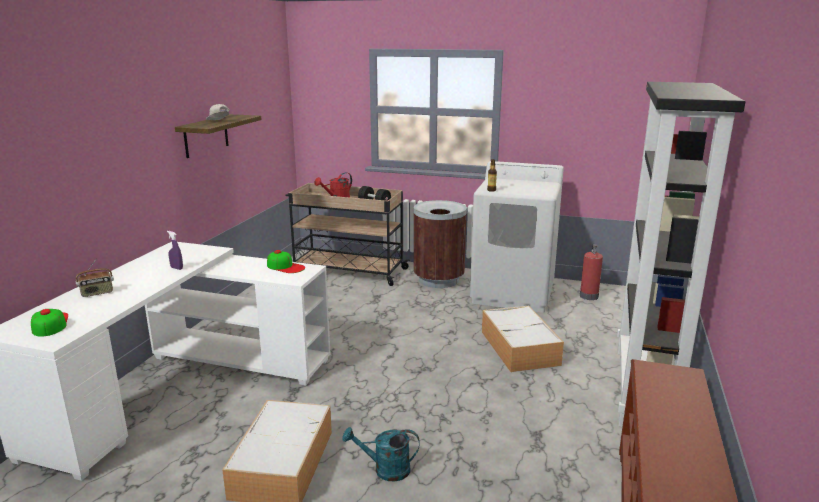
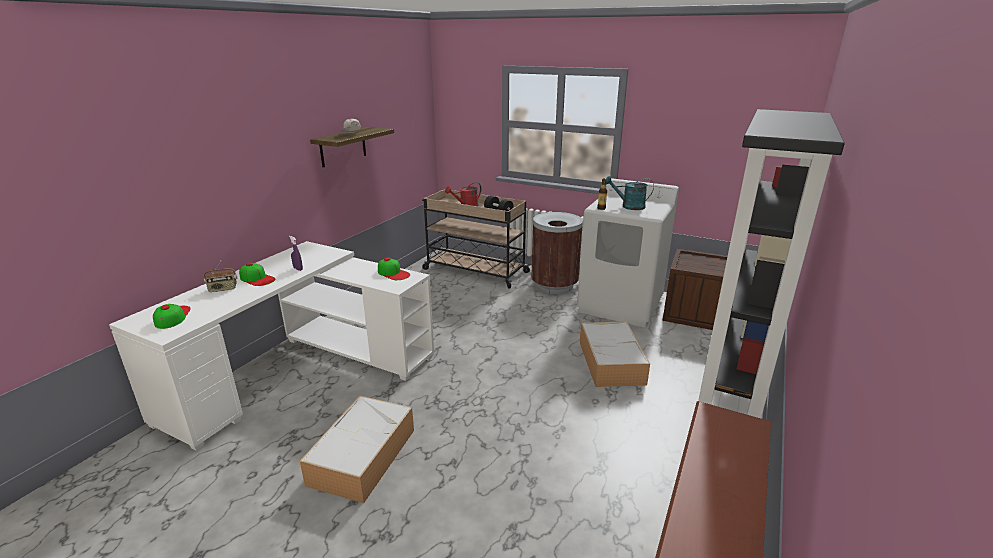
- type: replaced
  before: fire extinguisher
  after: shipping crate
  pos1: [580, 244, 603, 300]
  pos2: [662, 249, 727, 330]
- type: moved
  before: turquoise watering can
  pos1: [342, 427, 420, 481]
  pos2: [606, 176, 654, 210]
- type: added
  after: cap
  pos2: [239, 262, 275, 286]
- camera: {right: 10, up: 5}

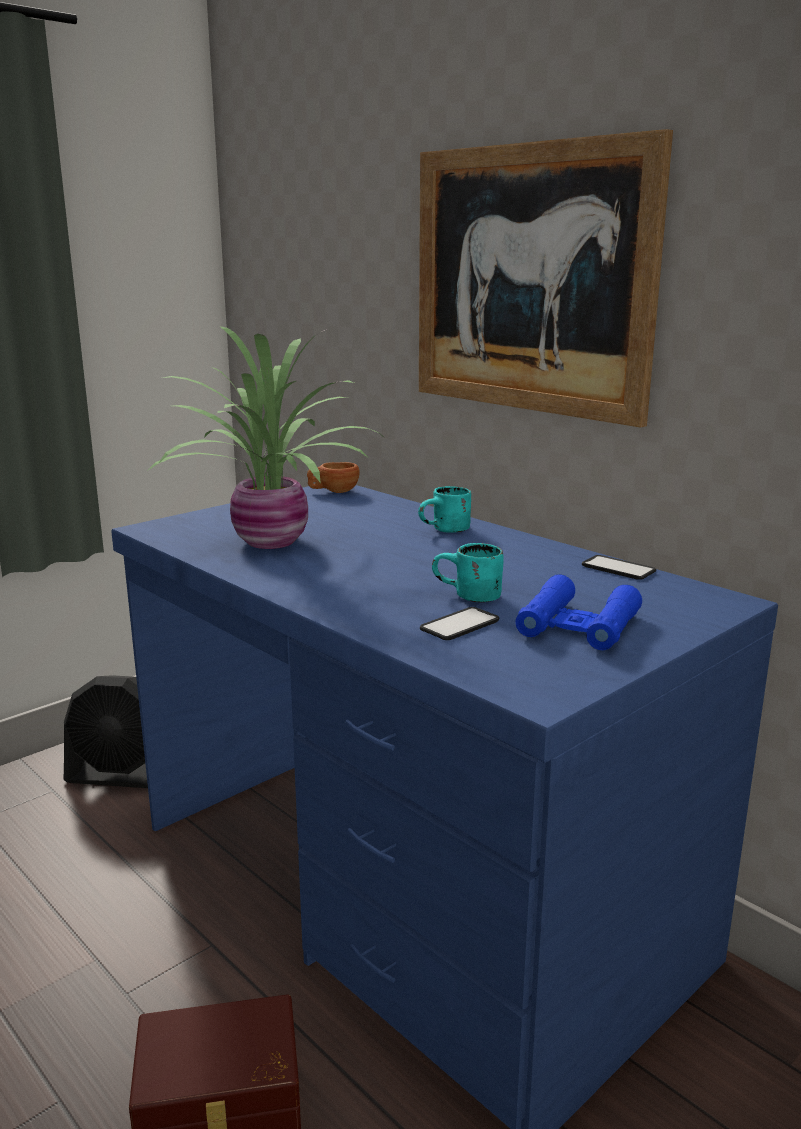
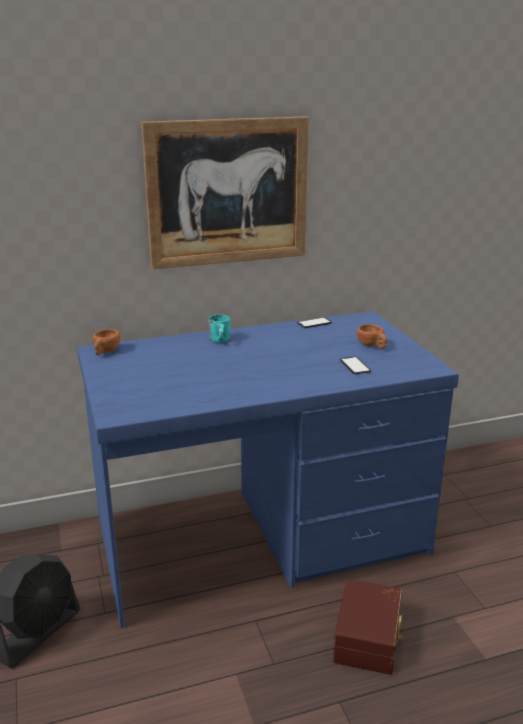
- type: removed
  before: potted plant
  pos1: [147, 326, 387, 549]
- type: removed
  before: turquoise mug
  pos1: [432, 543, 504, 602]
- type: replaced
  before: bluish field glasses
  after: brownish small cup
  pos1: [515, 574, 642, 650]
  pos2: [357, 324, 387, 349]
- camera: {right: -65, up: 5}

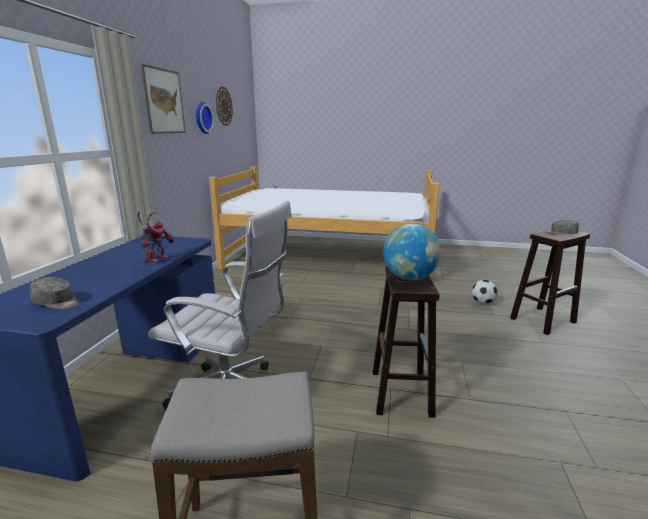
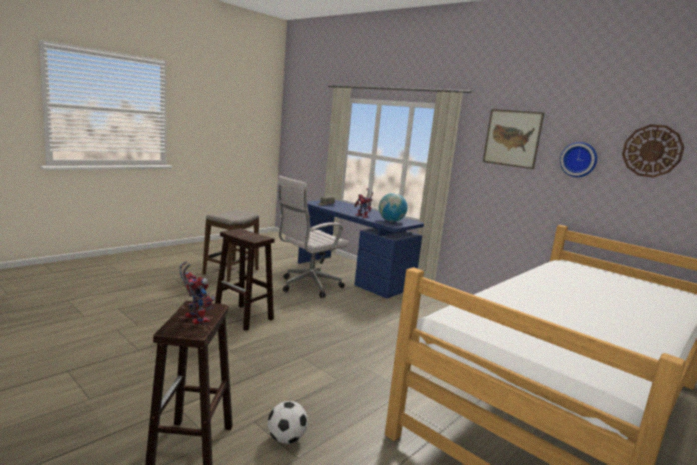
- type: replaced
  before: grey cap
  after: robot figure
  pos1: [545, 220, 579, 234]
  pos2: [179, 261, 215, 325]
- type: moved
  before: world globe
  pos1: [383, 224, 441, 280]
  pos2: [379, 193, 408, 222]
- camera: {right: 120, up: -5}

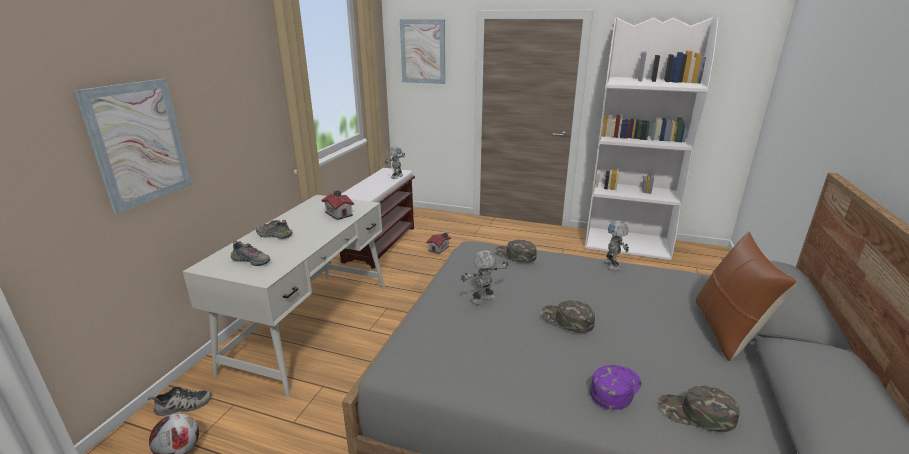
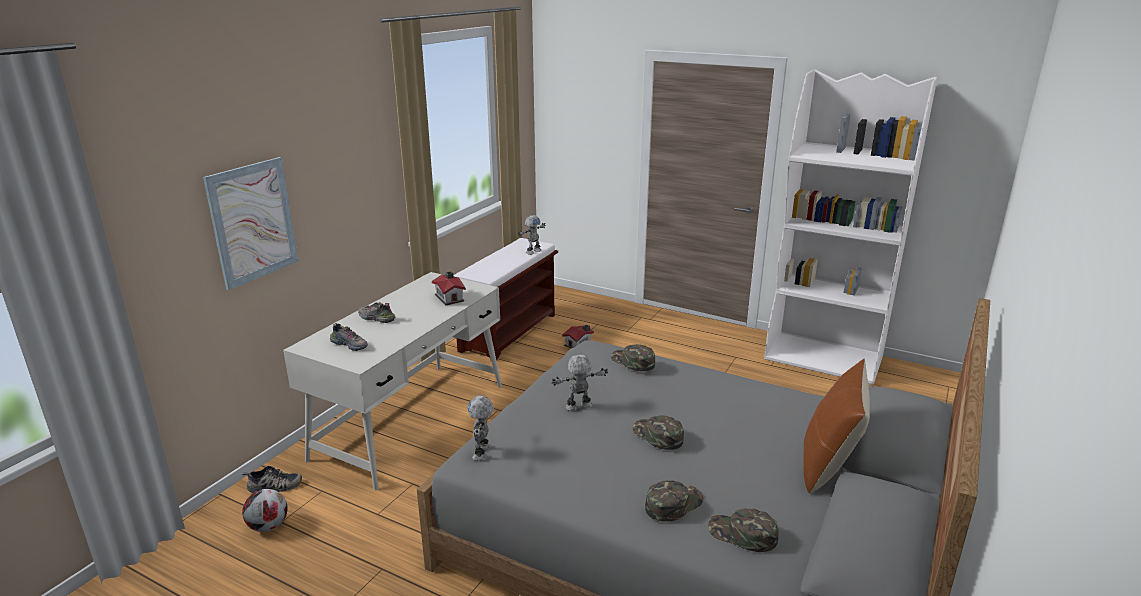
- type: removed
  before: picture
  pos1: [400, 19, 445, 84]
- type: moved
  before: robot figure
  pos1: [604, 221, 629, 270]
  pos2: [467, 396, 494, 461]
- type: recoloured
  before: purplish cap
  after: green cap
  pos1: [590, 365, 642, 410]
  pos2: [645, 480, 703, 522]
- camera: {right: 10, up: 0}

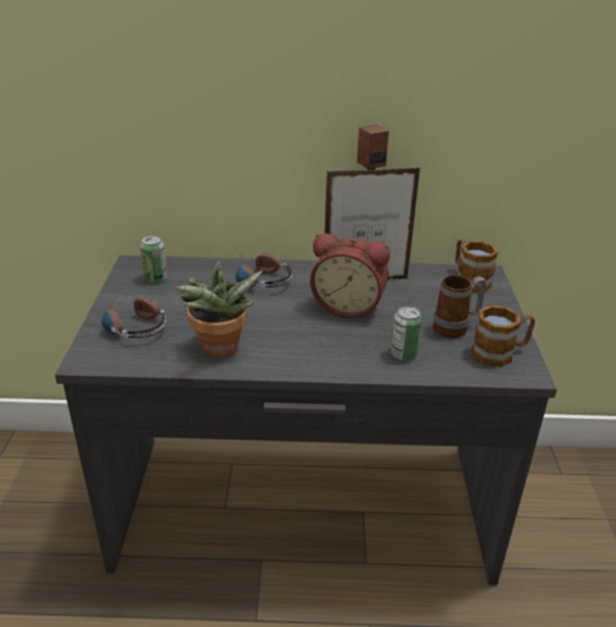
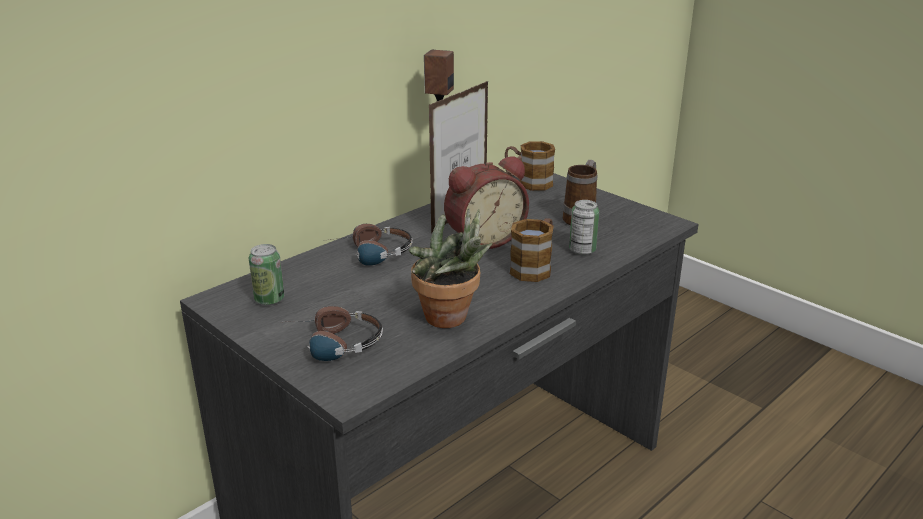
- type: moved
  before: mug
  pos1: [472, 305, 535, 367]
  pos2: [510, 218, 554, 282]
- camera: {right: -45, up: -5}

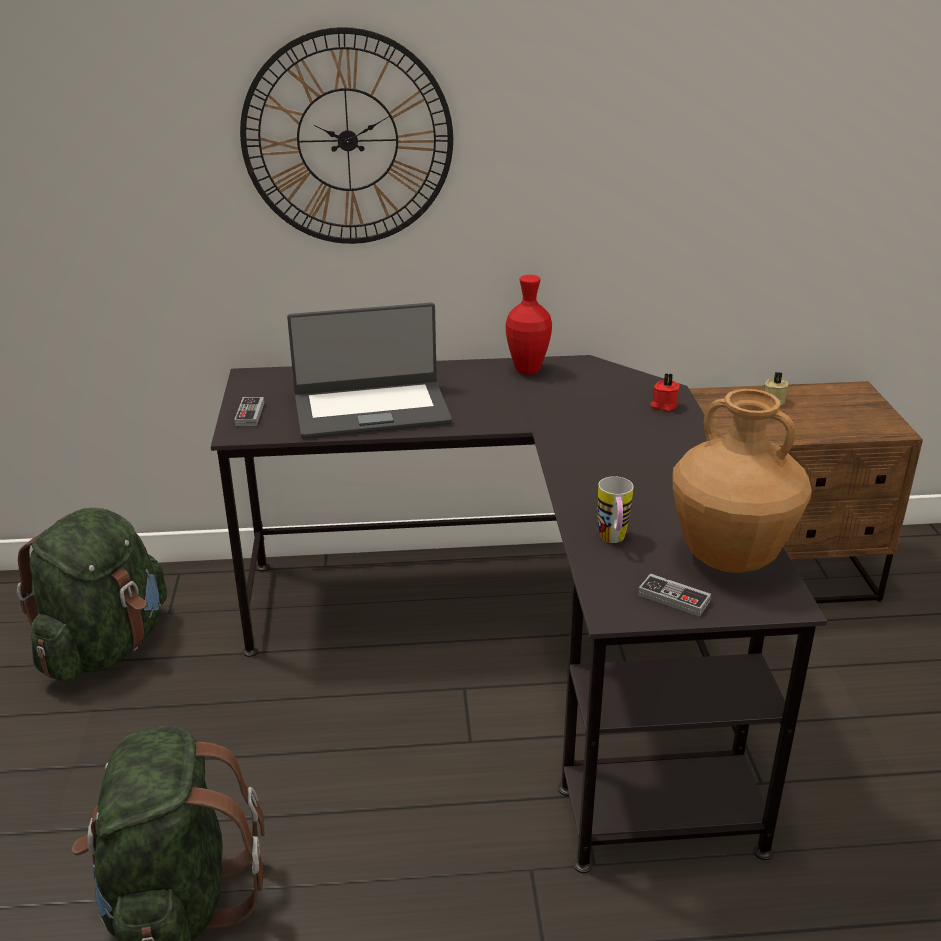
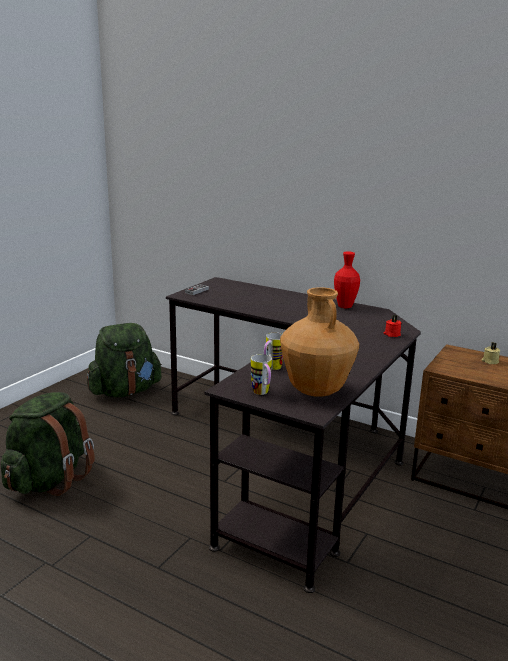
- type: removed
  before: hanging clock
  pos1: [240, 27, 453, 244]
- type: removed
  before: laptop
  pos1: [287, 303, 452, 438]
- type: replaced
  before: gamepad
  after: mug
  pos1: [638, 573, 711, 617]
  pos2: [251, 354, 272, 395]
- camera: {right: 35, up: -10}

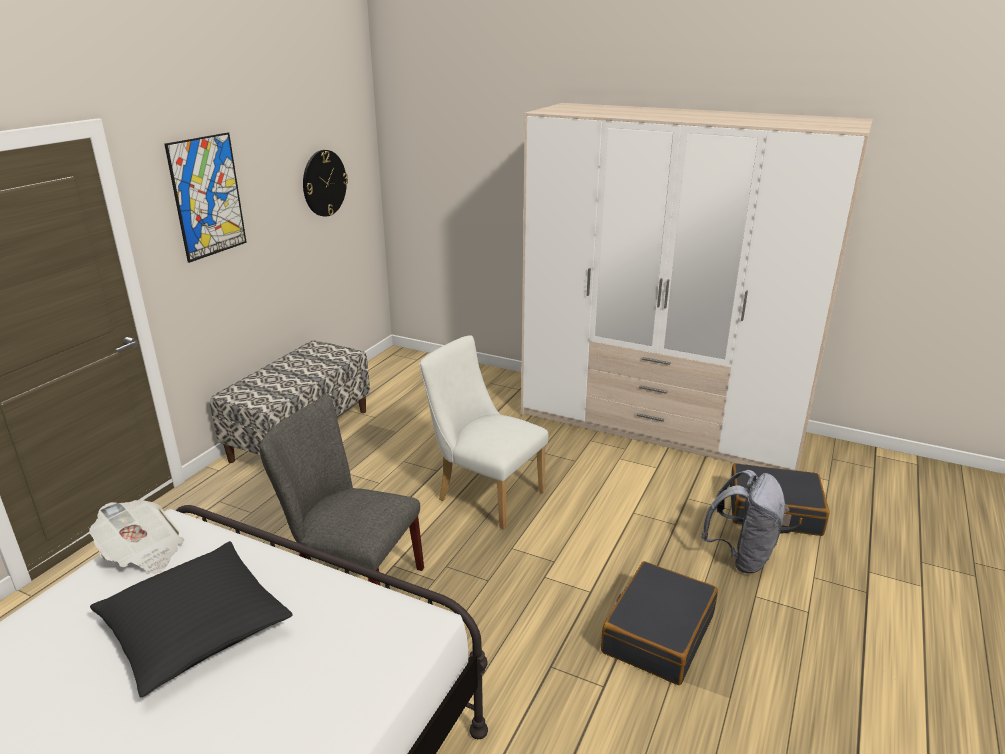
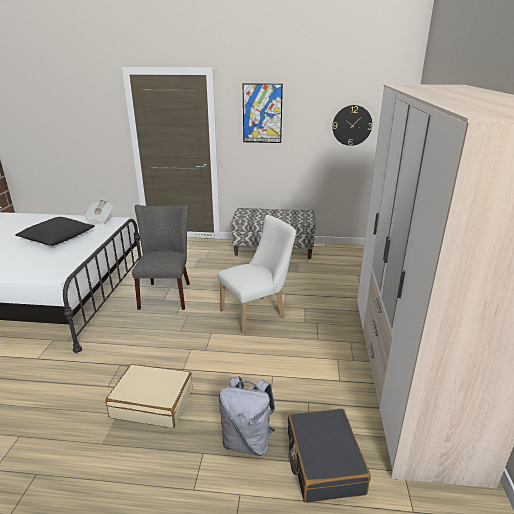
- type: turned
  before: white-coloured upright chair
  pos1: [419, 335, 548, 529]
  pos2: [218, 215, 296, 333]
  turn: 45
- type: recoloured
  before: black-coloured piece of luggage
  after: beige piece of luggage
  pos1: [601, 561, 718, 685]
  pos2: [105, 364, 192, 428]
- camera: {right: 70, up: 0}

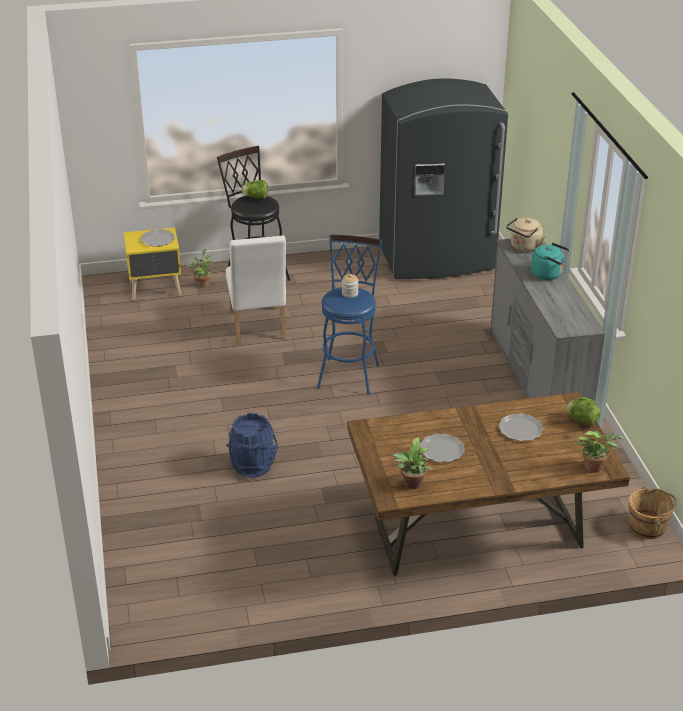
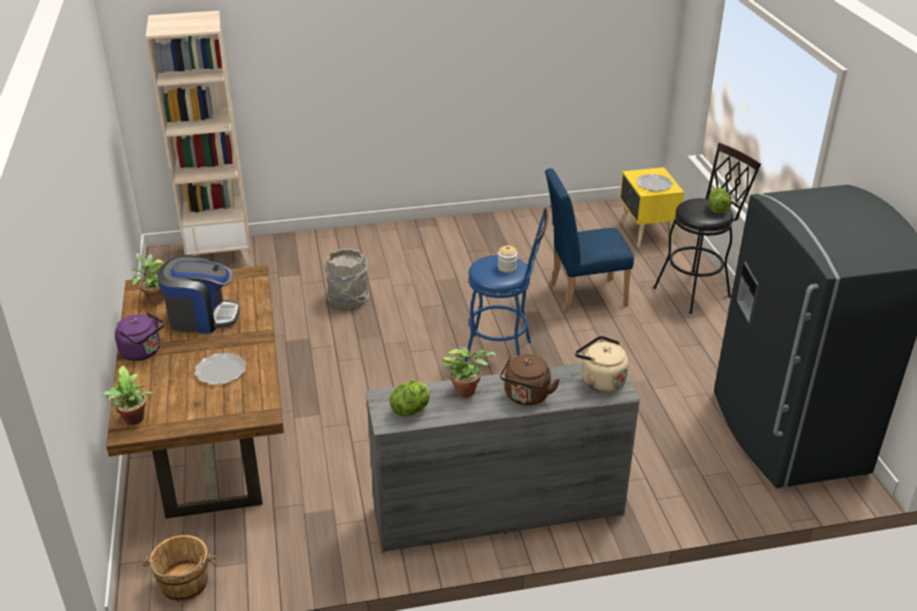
- type: recoloured
  before: white-coloured upright chair
  after: bluish upright chair
  pos1: [226, 235, 286, 345]
  pos2: [545, 168, 634, 313]
- type: recoloured
  before: turquoise kettle
  after: brownish kettle
  pos1: [531, 243, 569, 280]
  pos2: [500, 354, 560, 406]
- type: moved
  before: potted plant
  pos1: [186, 249, 213, 288]
  pos2: [441, 348, 497, 398]
- type: moved
  before: head of lettuce
  pos1: [566, 397, 600, 426]
  pos2: [389, 381, 430, 417]
- type: recoloured
  before: bluish pail
  after: grey pail
  pos1: [226, 412, 278, 478]
  pos2: [323, 249, 369, 309]
- type: replaced
  before: flat dish
  after: coffee machine
  pos1: [420, 434, 465, 462]
  pos2: [157, 255, 240, 333]
- type: added
  after: beige bookshelf
  pos2: [146, 11, 250, 265]
- type: added
  after: purplish kettle
  pos2: [115, 312, 165, 361]
- camera: {right: 90, up: 0}

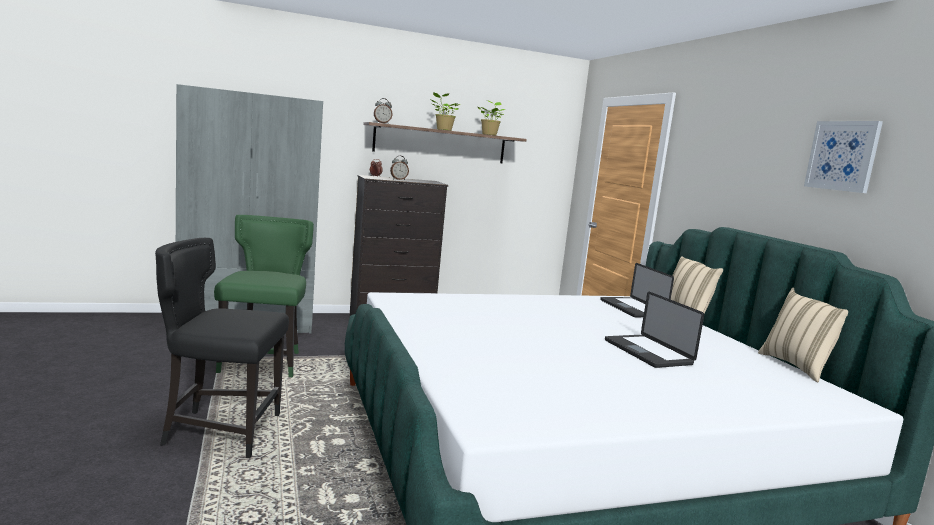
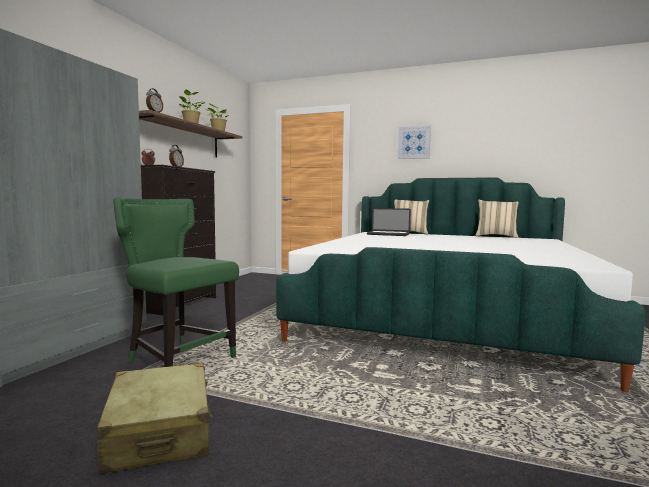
- type: moved
  before: picture
  pos1: [804, 121, 883, 193]
  pos2: [398, 126, 431, 159]
- type: removed
  before: black-coloured upright chair
  pos1: [155, 238, 289, 458]
- type: removed
  before: laptop
  pos1: [605, 292, 704, 368]
- type: added
  after: beige piece of luggage
  pos2: [97, 363, 212, 474]
- camera: {right: -50, up: -5}

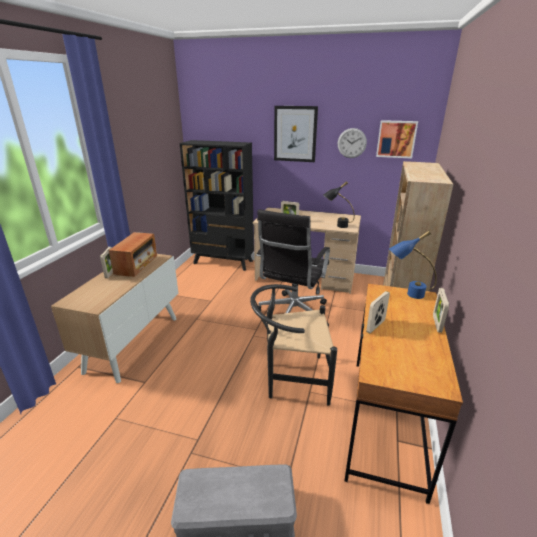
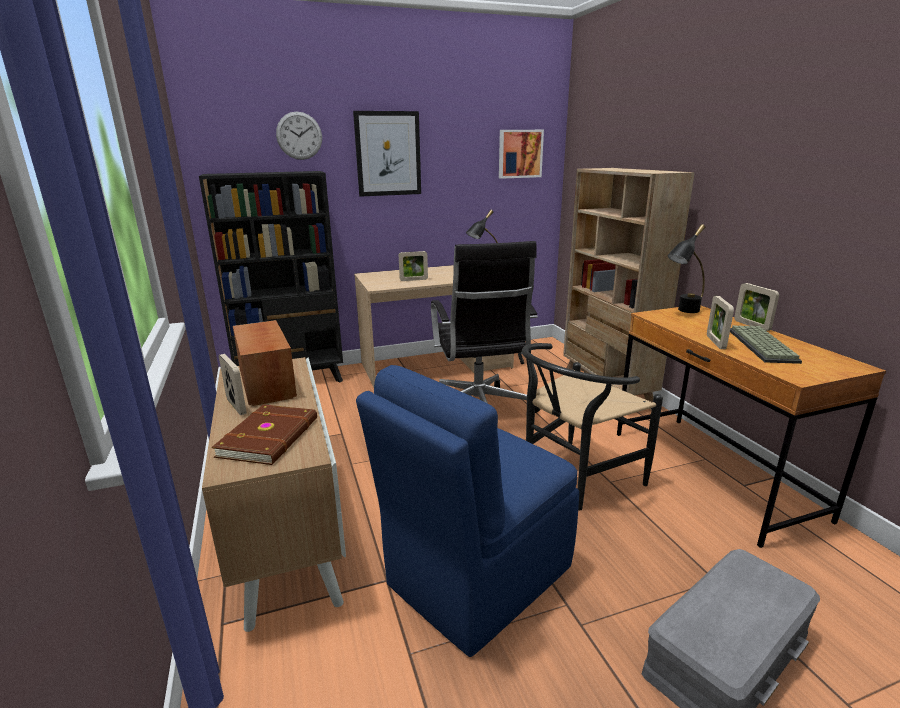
- type: moved
  before: hanging clock
  pos1: [338, 128, 367, 158]
  pos2: [276, 112, 322, 160]
- type: recoloured
  before: bluish lamp for a table
  after: black-coloured lamp for a table
  pos1: [389, 231, 437, 299]
  pos2: [667, 224, 705, 313]
- type: added
  after: PC keyboard
  pos2: [730, 325, 802, 364]
- type: added
  after: bluish upright chair
  pos2: [356, 365, 579, 657]
- type: added
  after: brownish bound book
  pos2: [212, 404, 317, 465]
- camera: {right: -35, up: -5}

